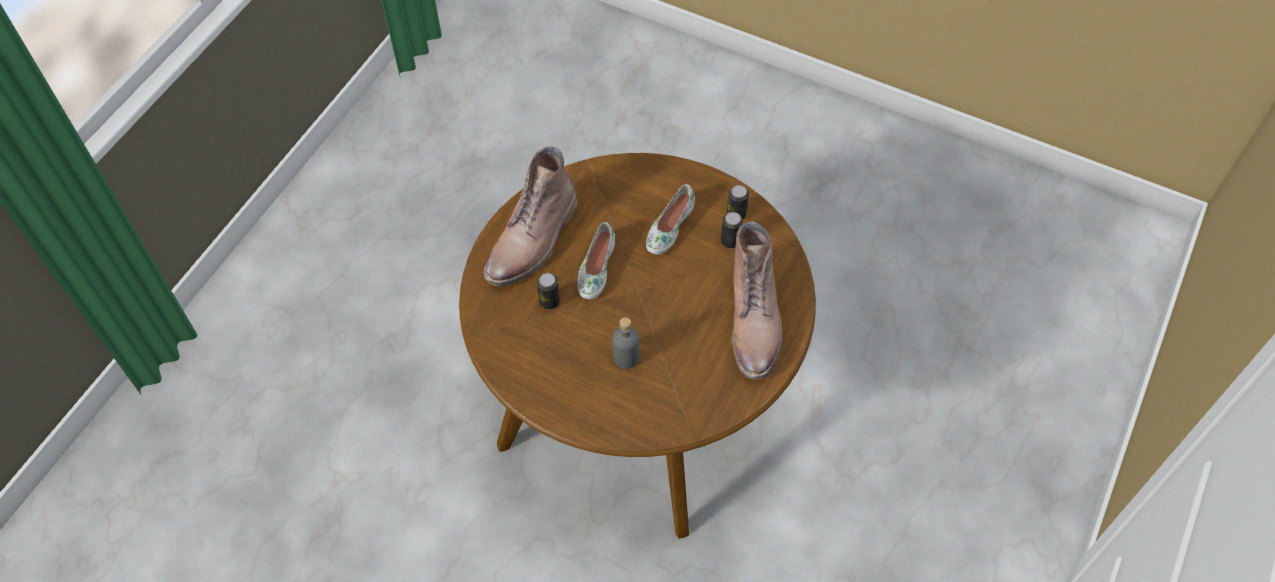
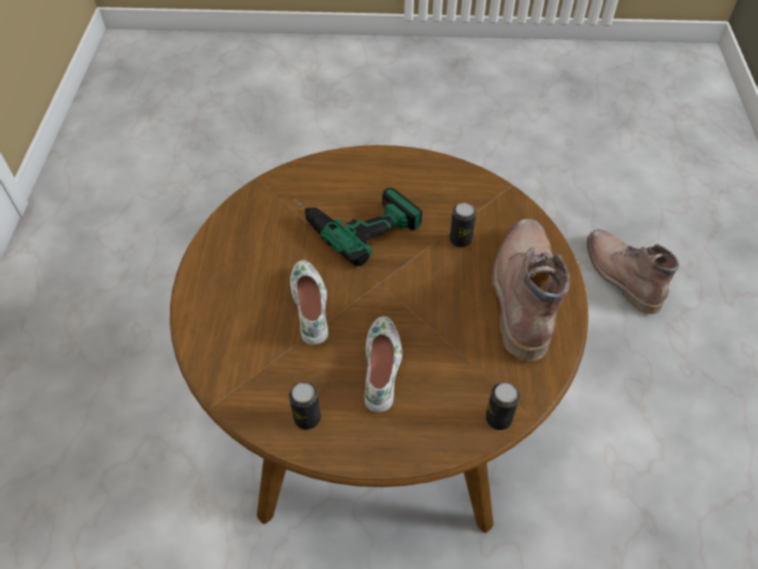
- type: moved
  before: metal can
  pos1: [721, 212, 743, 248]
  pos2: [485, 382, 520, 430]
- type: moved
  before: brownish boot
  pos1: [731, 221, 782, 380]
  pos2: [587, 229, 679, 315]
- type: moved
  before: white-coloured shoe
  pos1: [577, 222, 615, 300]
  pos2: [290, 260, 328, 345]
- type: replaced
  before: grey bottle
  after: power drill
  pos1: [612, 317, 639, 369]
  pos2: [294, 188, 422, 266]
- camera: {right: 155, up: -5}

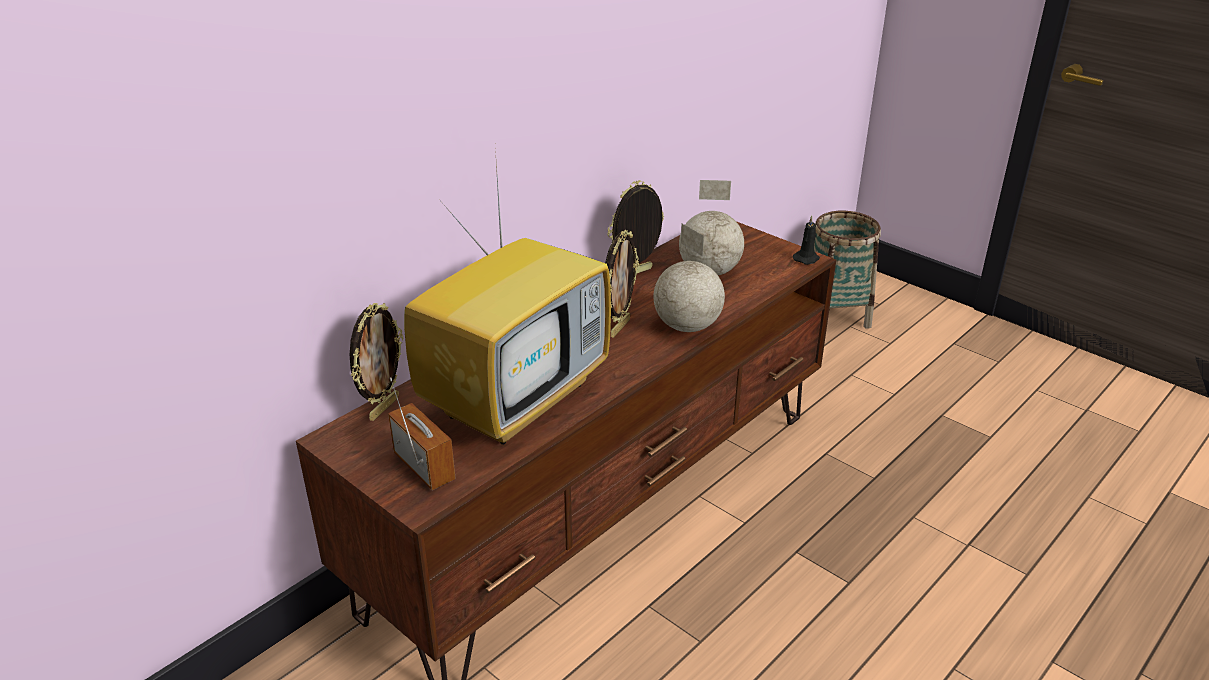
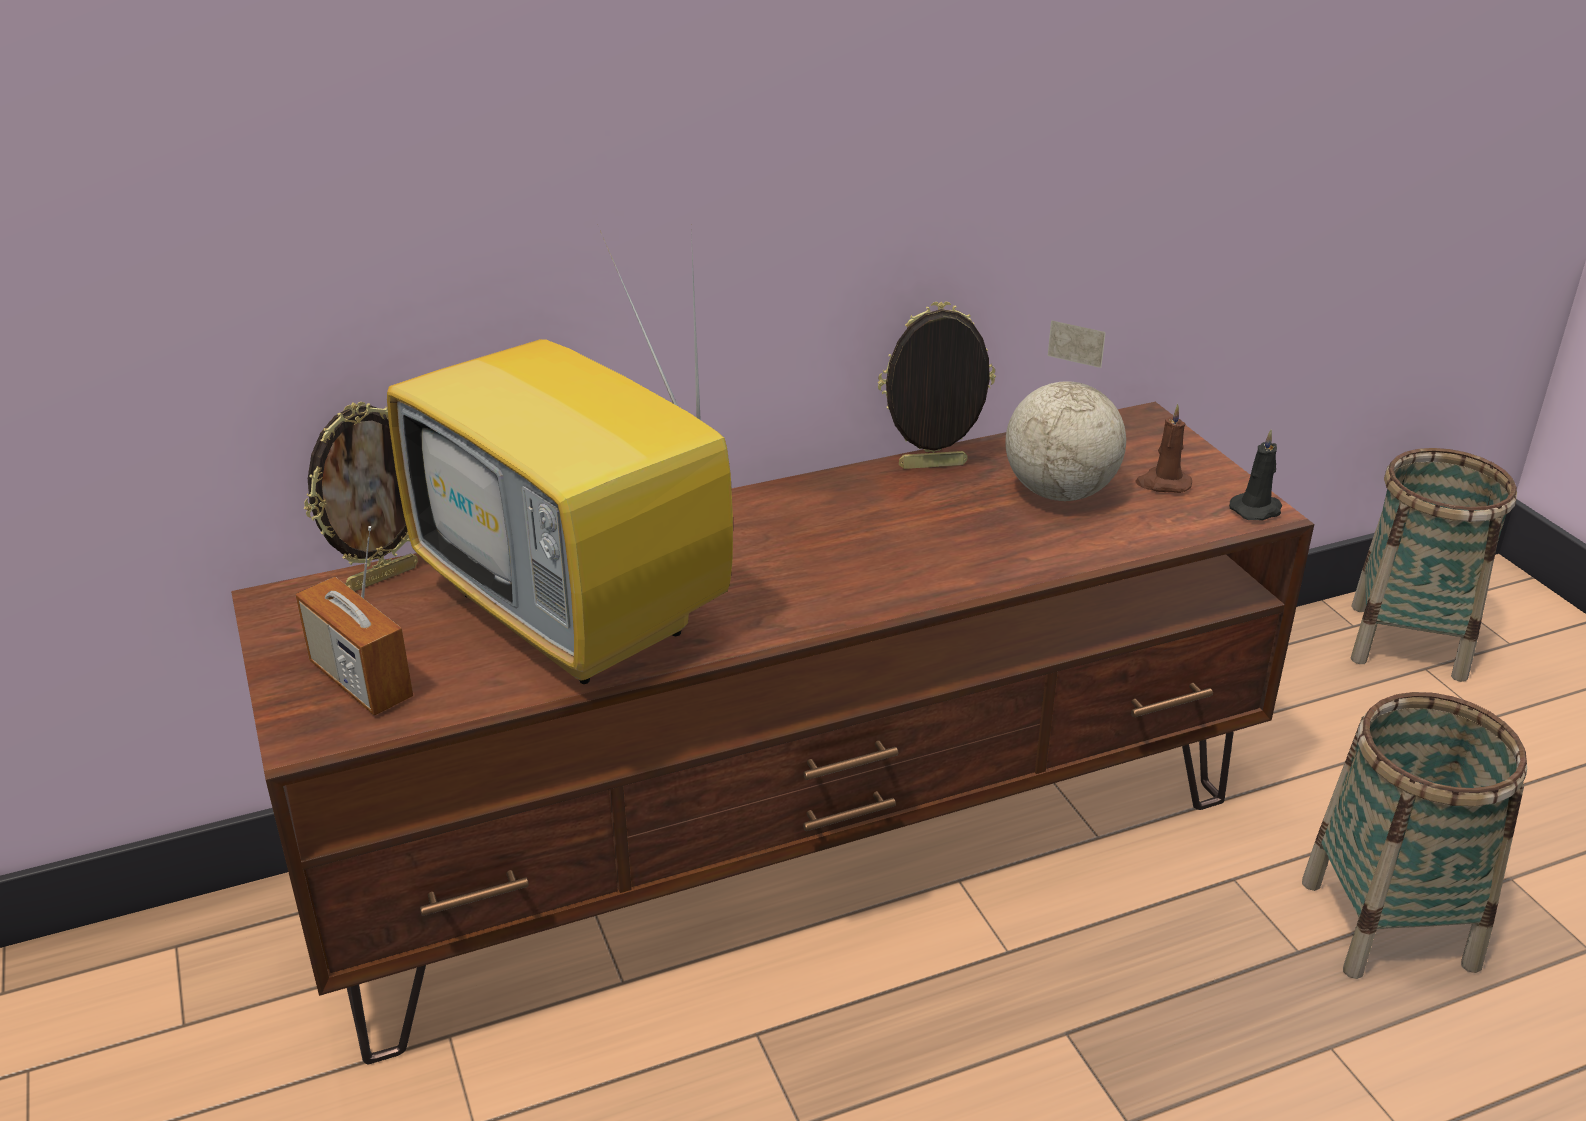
- type: turned
  before: TV set
  pos1: [404, 149, 611, 445]
  pos2: [387, 231, 733, 684]
  turn: 75
- type: removed
  before: world globe
  pos1: [653, 224, 725, 332]
- type: removed
  before: photo frame
  pos1: [605, 230, 639, 338]
- type: turned
  before: radio receiver
  pos1: [388, 377, 456, 490]
  pos2: [295, 526, 413, 715]
  turn: 150
- type: added
  after: brownish wax light
  pos2: [1135, 404, 1192, 493]
- type: added
  after: storage basket
  pos2: [1302, 692, 1527, 979]
- camera: {right: 25, up: 0}

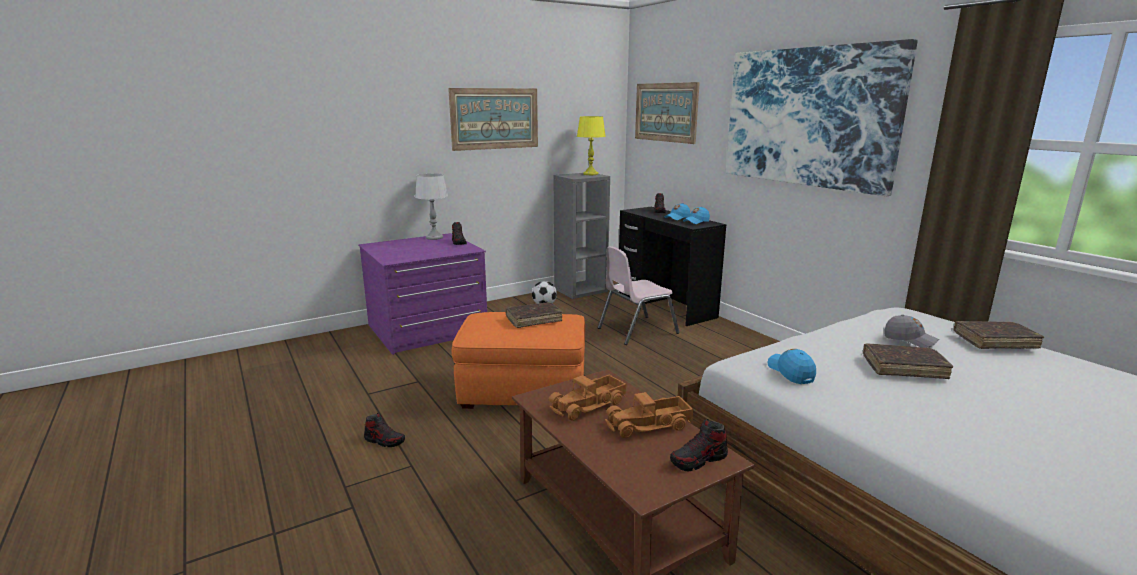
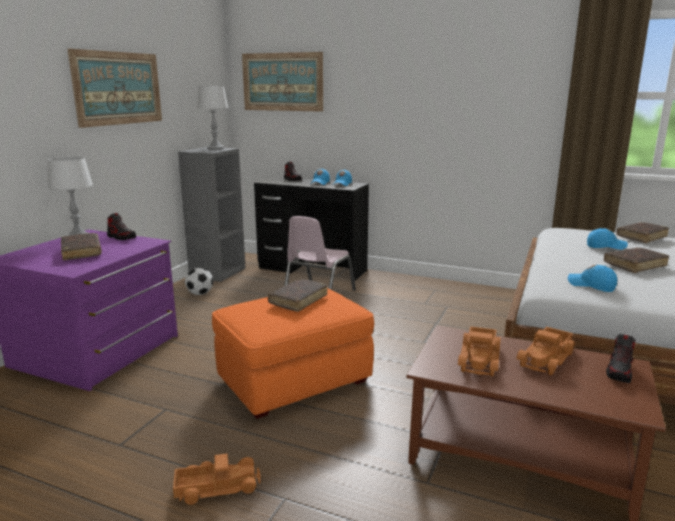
- type: removed
  before: picture
  pos1: [726, 39, 918, 196]
- type: recoloured
  before: yellow-coloured lamp for a table
  after: grey lamp for a table
  pos1: [577, 116, 606, 175]
  pos2: [197, 87, 228, 149]
- type: recoloured
  before: grey cap
  after: bluish cap
  pos1: [885, 315, 939, 348]
  pos2: [587, 228, 628, 250]
- type: replaced
  before: shoe
  after: model truck
  pos1: [364, 412, 405, 447]
  pos2: [173, 454, 261, 505]
- type: added
  after: brownish bound book
  pos2: [61, 233, 102, 260]
- camera: {right: -35, up: 0}

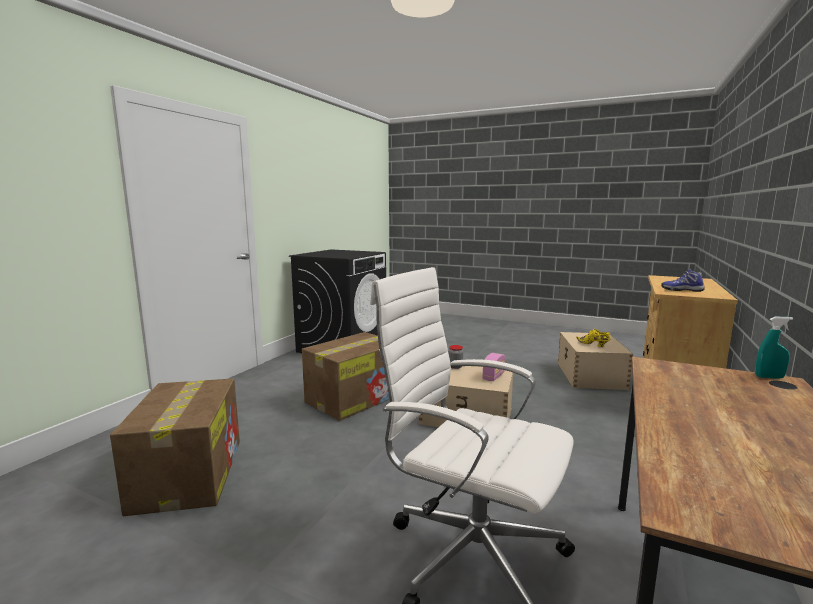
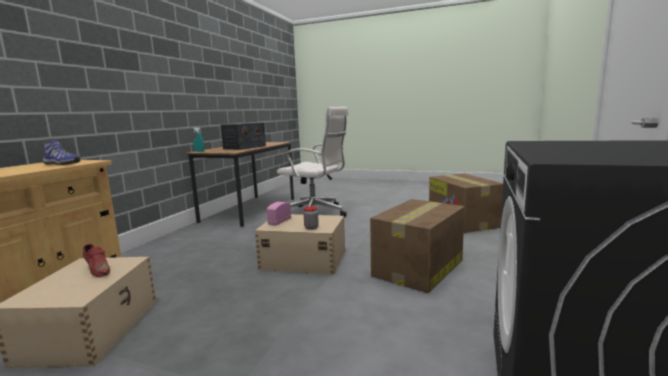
- type: recoloured
  before: yellow-coloured shoe
  after: red-coloured shoe
  pos1: [576, 329, 610, 347]
  pos2: [83, 244, 110, 277]
- type: added
  after: radio receiver
  pos2: [221, 123, 266, 150]
- camera: {right: 175, up: 0}

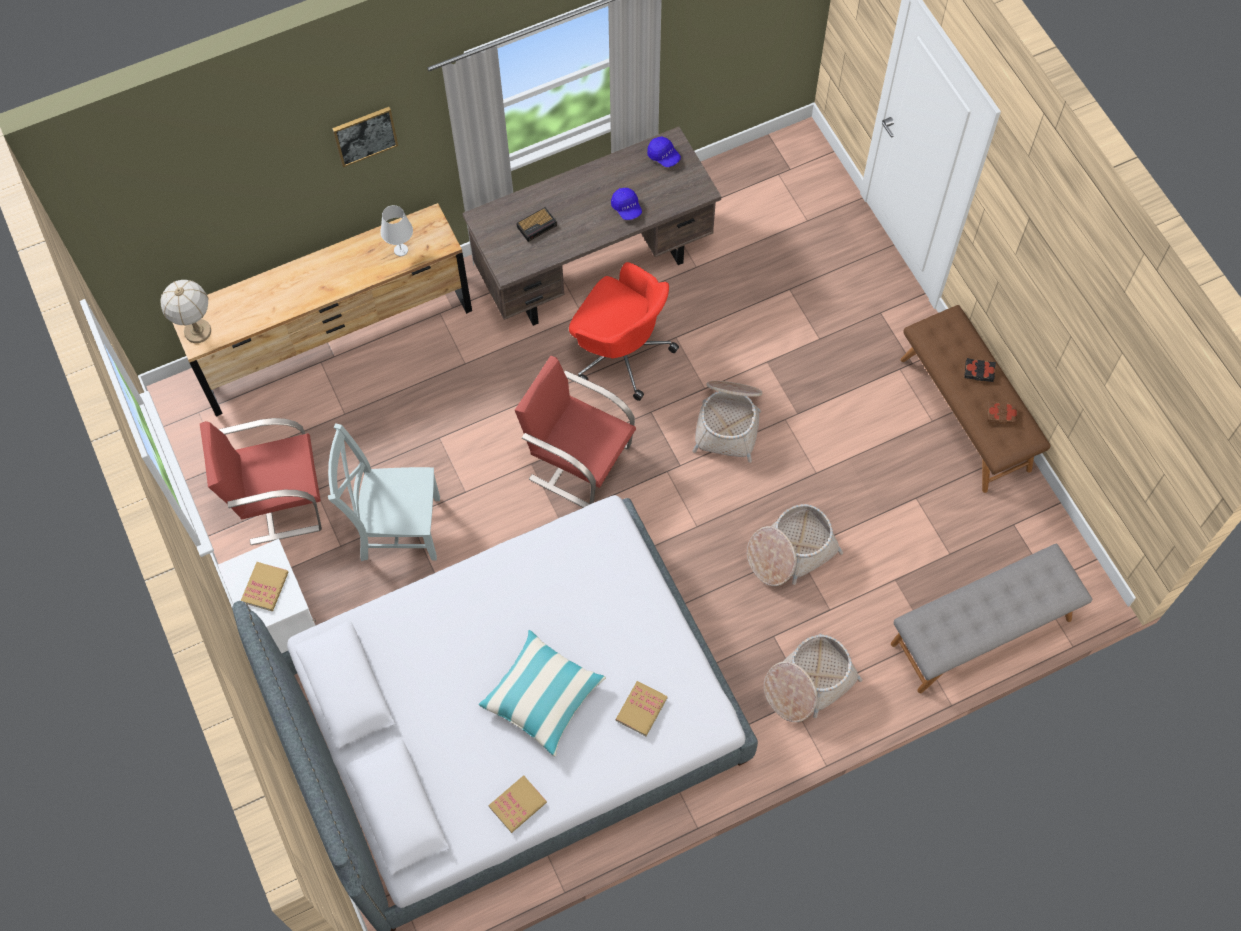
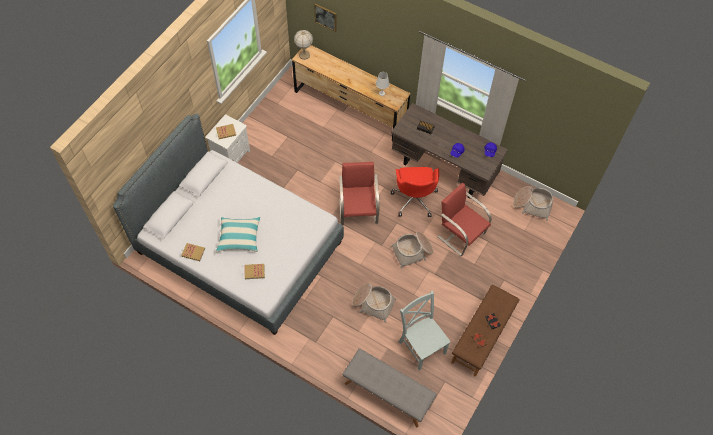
- type: moved
  before: picture
  pos1: [332, 107, 398, 167]
  pos2: [314, 4, 337, 32]
- type: moved
  before: red-coloured upright chair
  pos1: [200, 418, 322, 545]
  pos2: [437, 183, 492, 256]
- type: moved
  before: grey upright chair
  pos1: [328, 423, 440, 561]
  pos2: [399, 291, 451, 370]
- type: moved
  before: storage basket
  pos1: [764, 634, 862, 722]
  pos2: [513, 186, 553, 221]
- camera: {right: 55, up: -5}

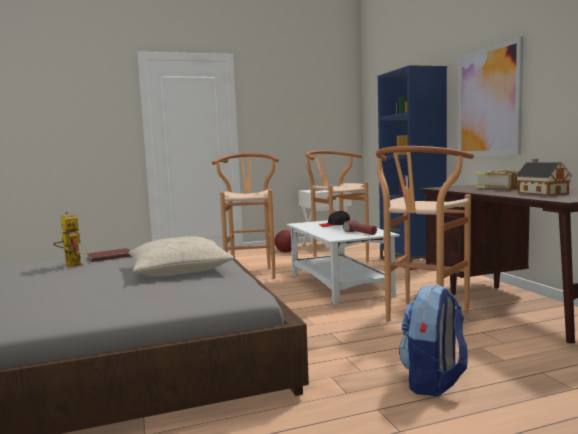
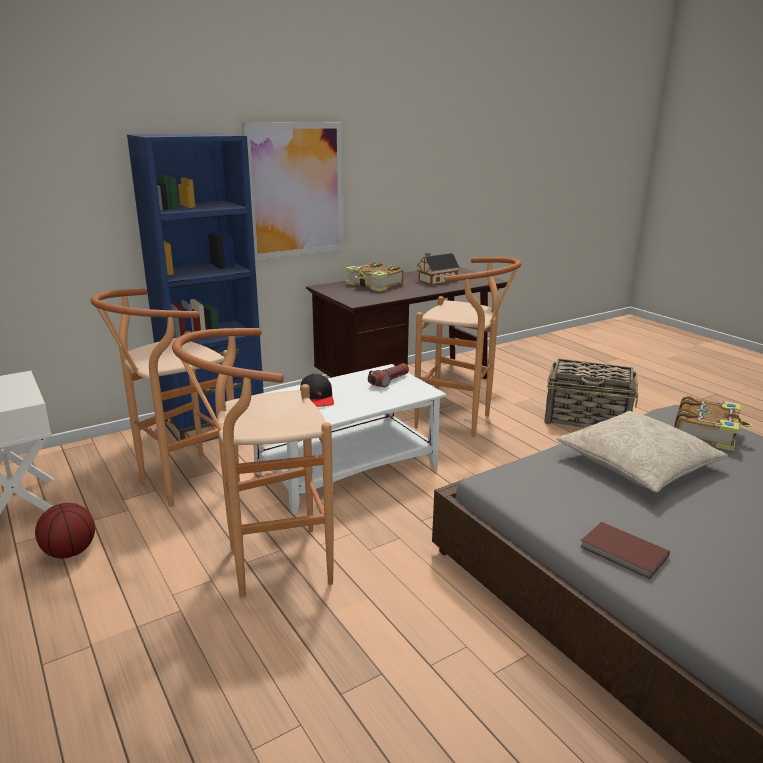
- type: removed
  before: robot figure
  pos1: [53, 212, 83, 267]
- type: replaced
  before: knapsack
  after: storage basket
  pos1: [399, 284, 468, 396]
  pos2: [545, 359, 638, 428]
- type: added
  after: bound book
  pos2: [674, 396, 752, 451]
- camera: {right: -105, up: 15}

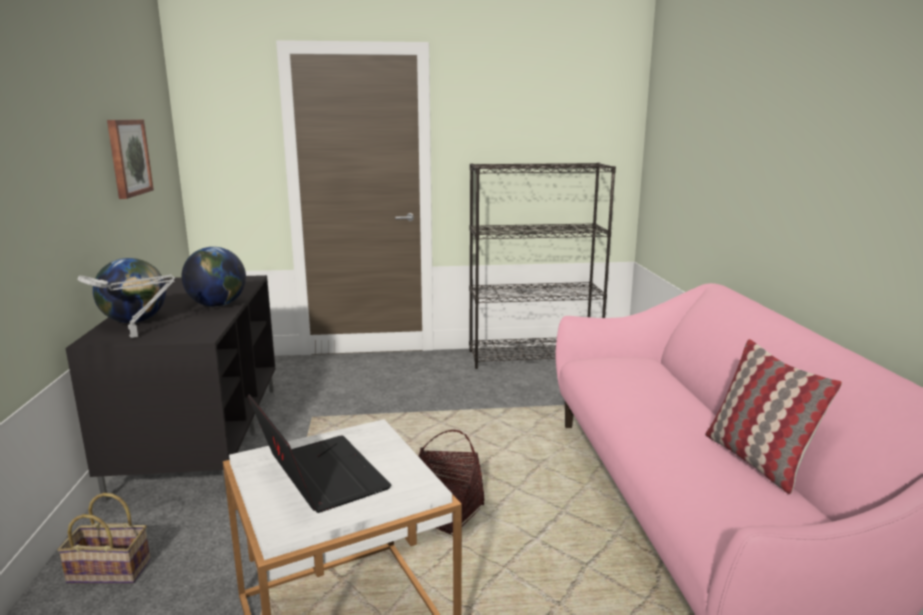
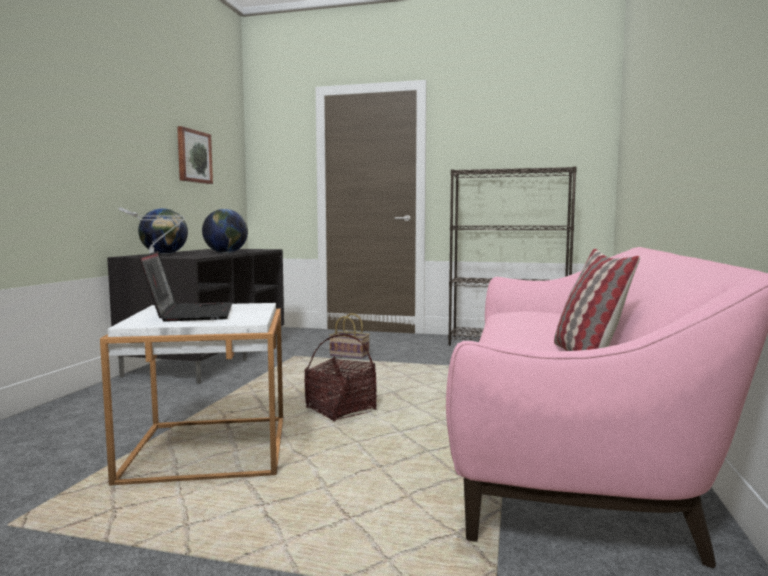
- type: moved
  before: storage basket
  pos1: [57, 493, 151, 583]
  pos2: [329, 313, 370, 359]
- camera: {right: 20, up: -10}

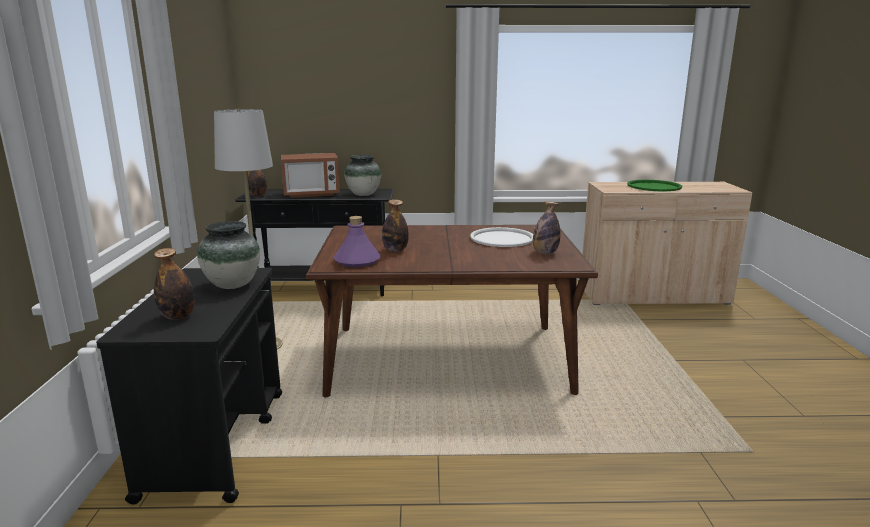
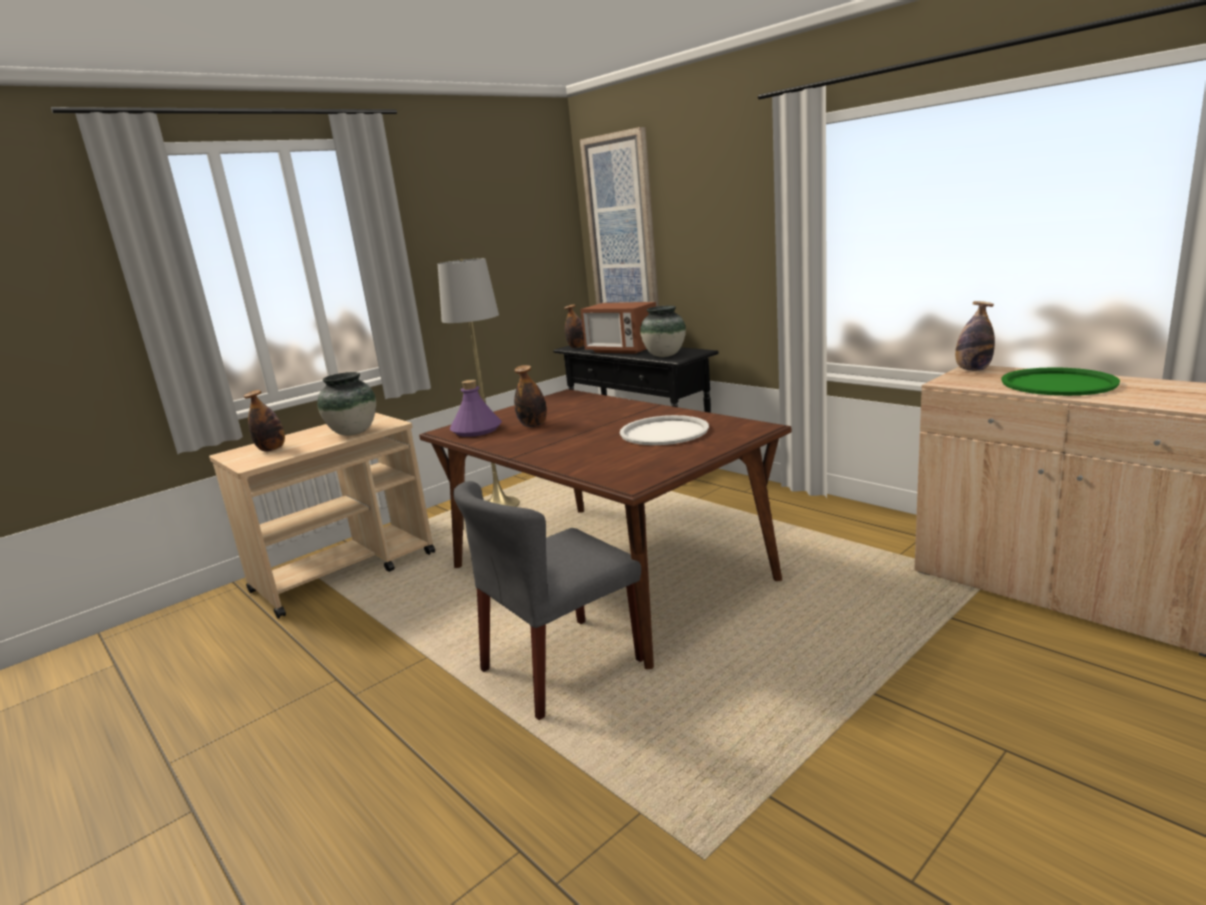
- type: moved
  before: bottle
  pos1: [533, 201, 561, 254]
  pos2: [955, 301, 995, 371]
- type: recoloured
  before: black-coloured trolley
  after: beige trolley
  pos1: [96, 268, 282, 505]
  pos2: [209, 412, 435, 619]
- type: added
  after: picture
  pos2: [580, 127, 659, 306]
- type: added
  after: grey upright chair
  pos2: [453, 481, 644, 720]
- camera: {right: 50, up: 0}

